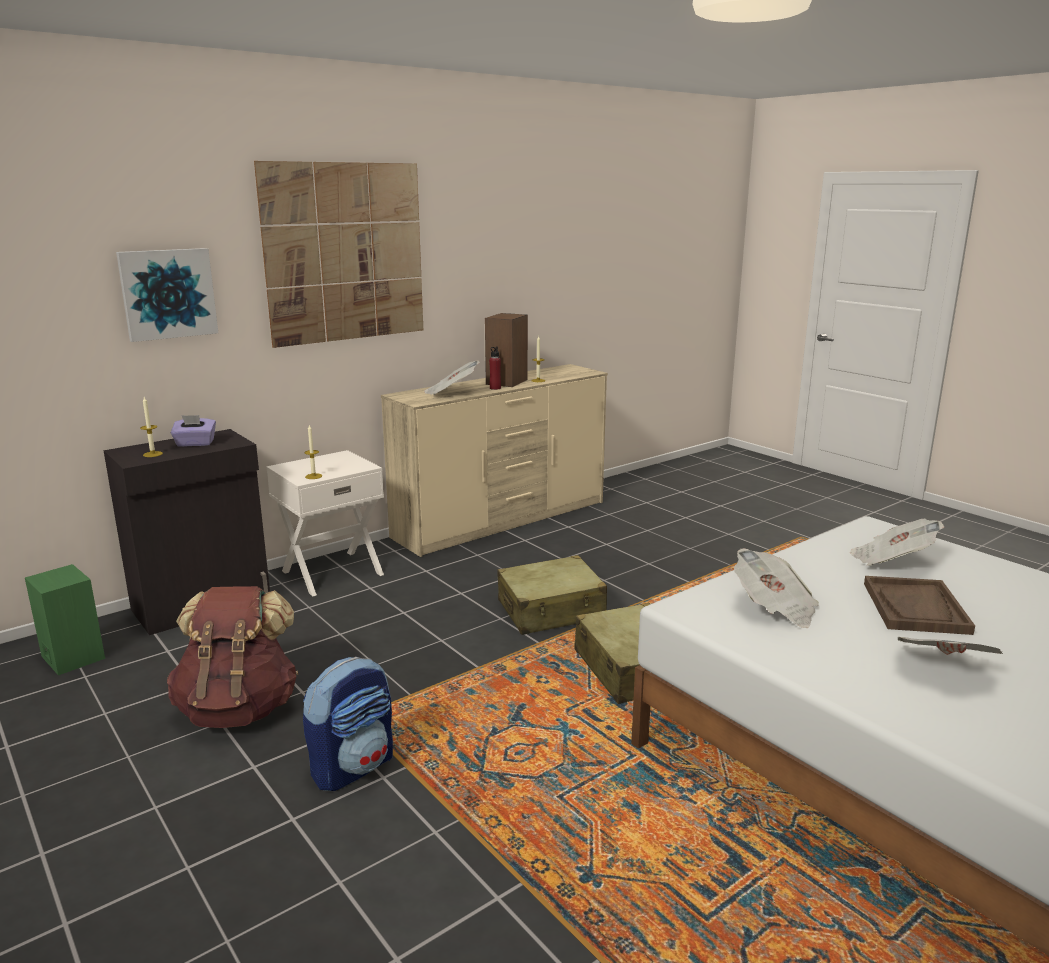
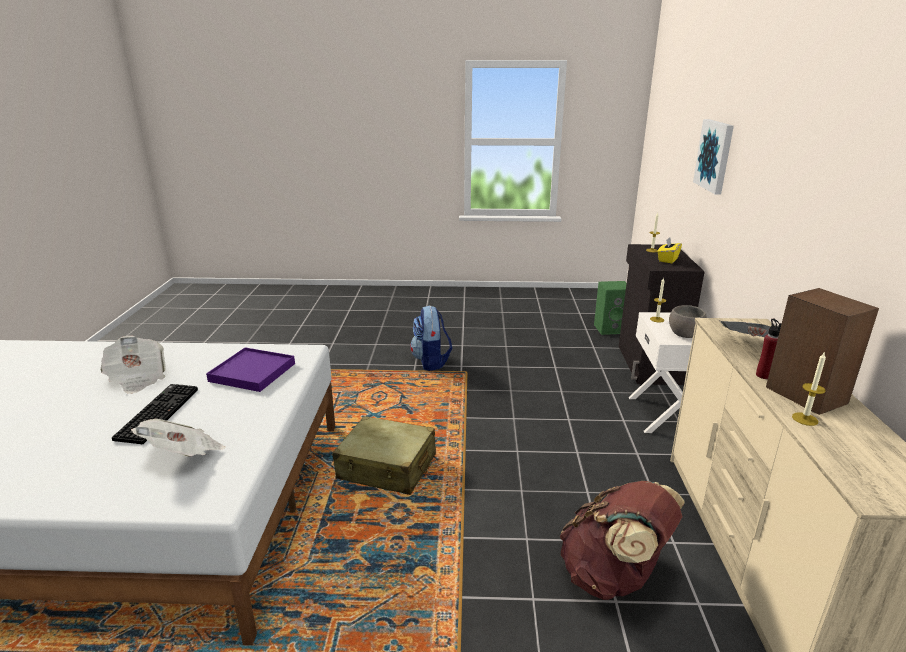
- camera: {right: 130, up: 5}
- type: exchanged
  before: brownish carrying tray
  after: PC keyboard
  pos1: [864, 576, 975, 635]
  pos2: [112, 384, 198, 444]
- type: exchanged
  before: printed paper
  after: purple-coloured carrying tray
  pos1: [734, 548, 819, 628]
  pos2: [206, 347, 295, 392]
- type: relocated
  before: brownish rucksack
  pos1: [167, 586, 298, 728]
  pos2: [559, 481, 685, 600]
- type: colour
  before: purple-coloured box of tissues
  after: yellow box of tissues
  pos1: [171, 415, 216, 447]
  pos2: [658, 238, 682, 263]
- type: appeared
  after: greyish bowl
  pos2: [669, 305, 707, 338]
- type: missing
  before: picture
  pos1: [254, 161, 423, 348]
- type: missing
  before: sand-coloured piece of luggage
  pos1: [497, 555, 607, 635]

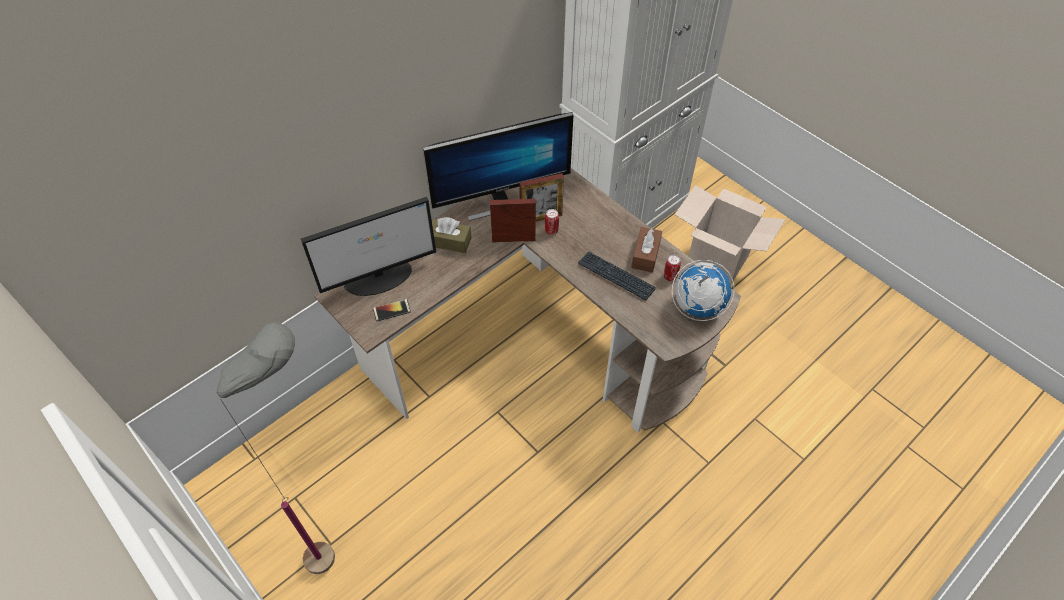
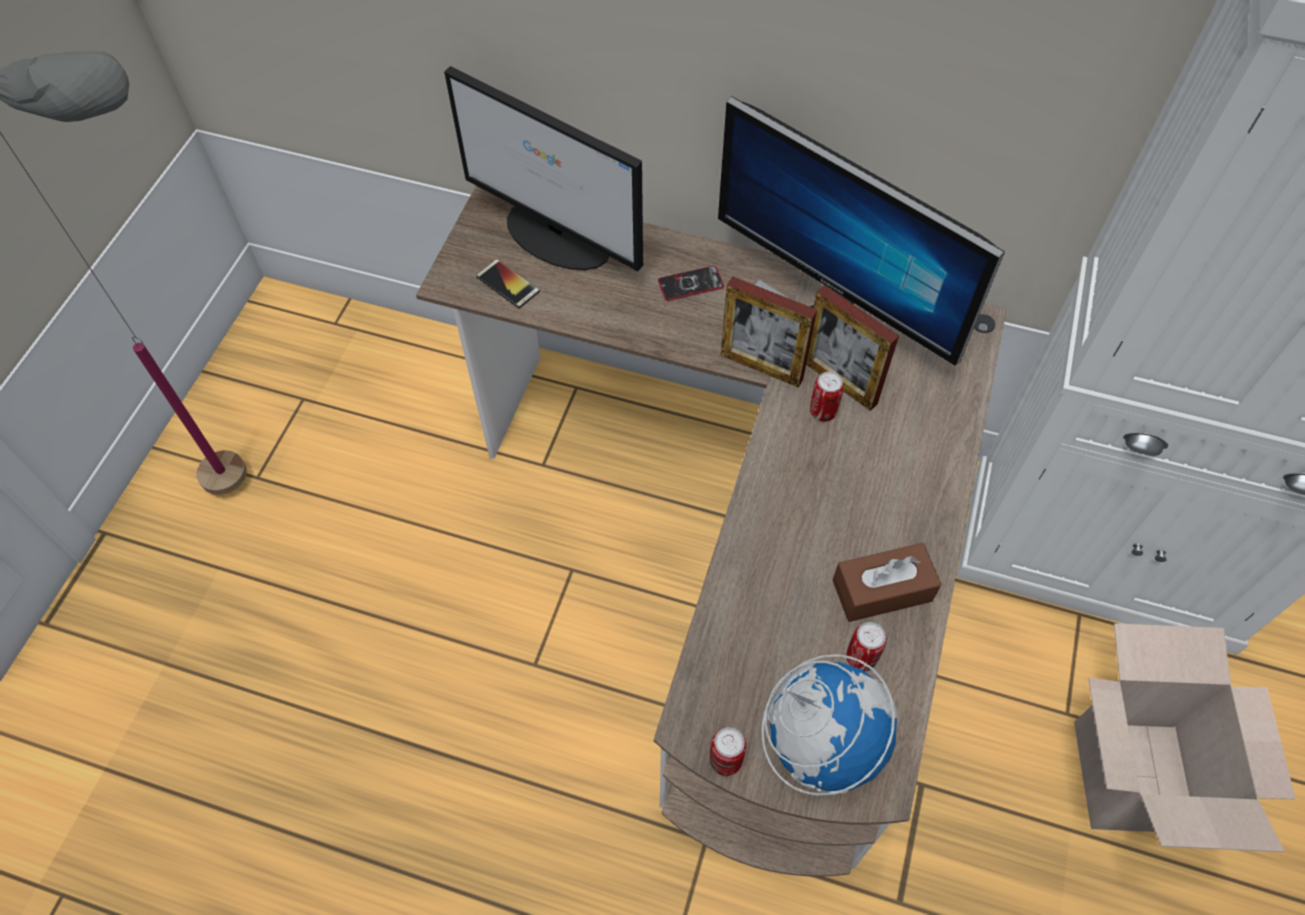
- camera: {right: 60, up: 5}
- type: exchanged
  before: brownish box of tissues
  after: phone
  pos1: [432, 217, 472, 253]
  pos2: [658, 266, 724, 301]
- type: appeared
  after: sealed can
  pos2: [710, 727, 746, 776]
- type: spun
  before: photo frame
  pos1: [490, 199, 536, 243]
  pos2: [721, 276, 817, 388]
  turn: 150
- type: missing
  before: PC keyboard
  pos1: [578, 251, 656, 301]

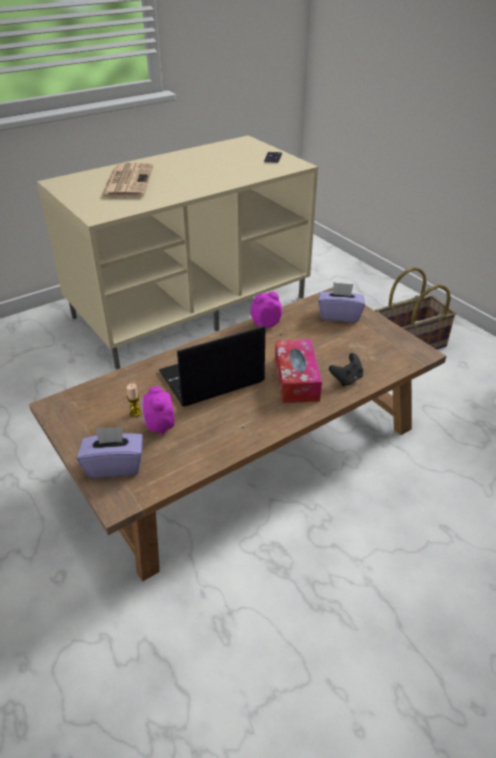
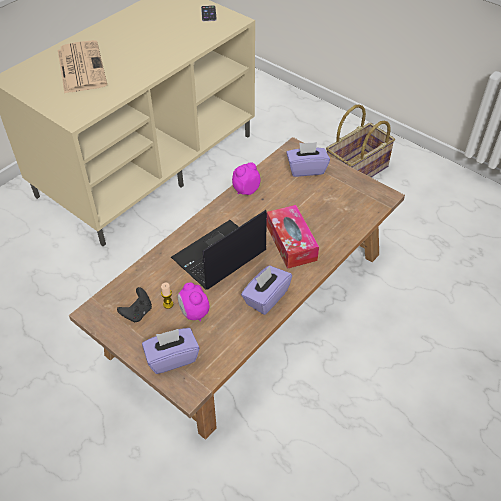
- camera: {right: -15, up: 10}
- type: relocated
  before: black joypad
  pos1: [329, 353, 363, 387]
  pos2: [117, 287, 152, 322]
- type: appeared
  after: purple-coloured box of tissues
  pos2: [241, 265, 292, 315]

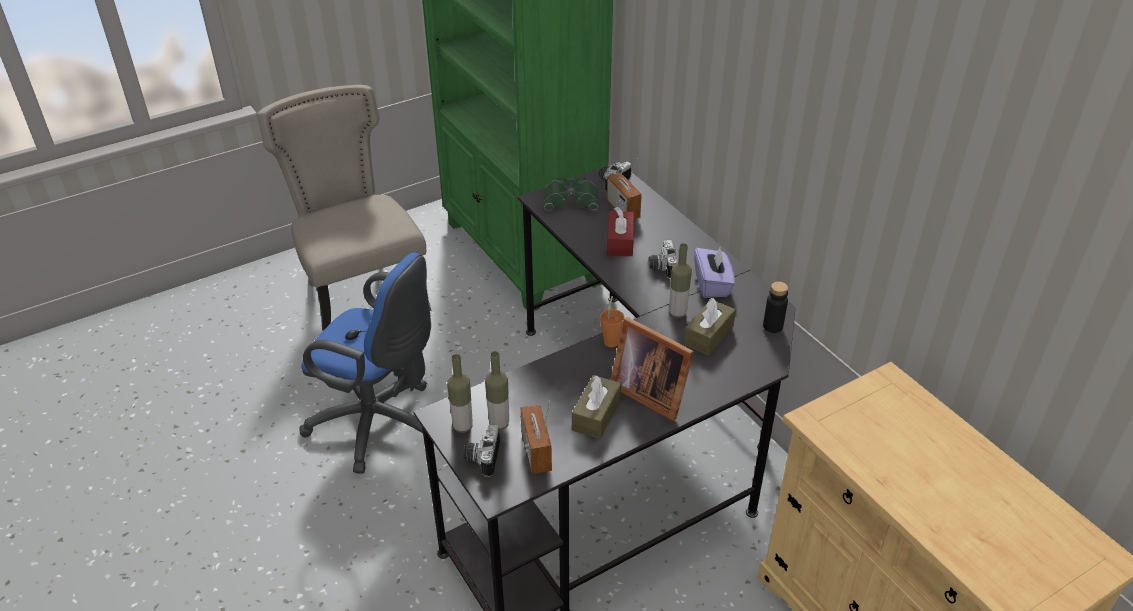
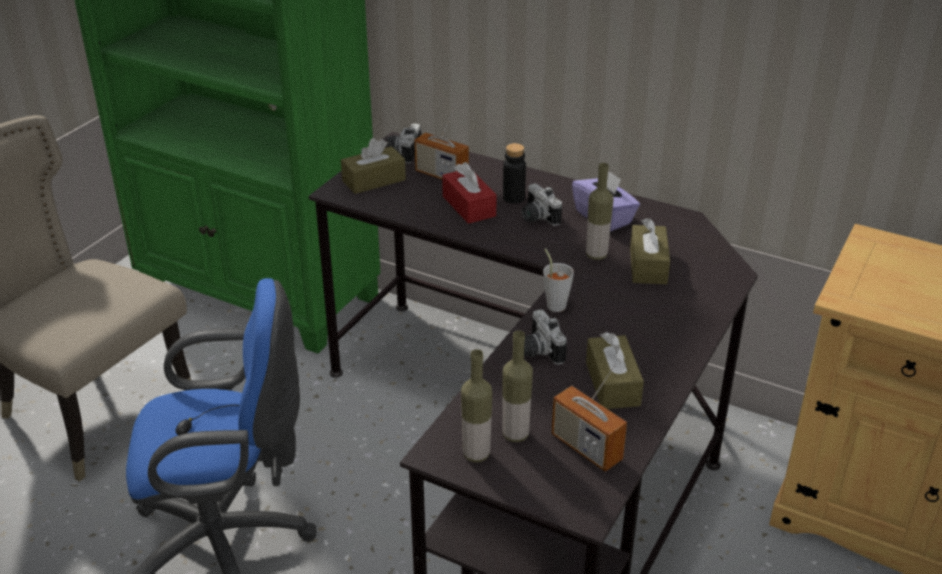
- camera: {right: -30, up: -5}
- type: exchanged
  before: greenish field glasses
  after: brownish box of tissues
  pos1: [544, 177, 599, 211]
  pos2: [341, 138, 406, 194]
- type: relocated
  before: black bottle
  pos1: [763, 282, 788, 333]
  pos2: [503, 143, 526, 204]
- type: relocated
  before: photo camera
  pos1: [463, 424, 500, 477]
  pos2: [524, 309, 567, 365]
- type: colour
  before: orangey small cup
  after: greyish small cup
  pos1: [600, 296, 625, 348]
  pos2: [543, 248, 574, 312]
- type: missing
  before: photo frame
  pos1: [610, 317, 694, 421]

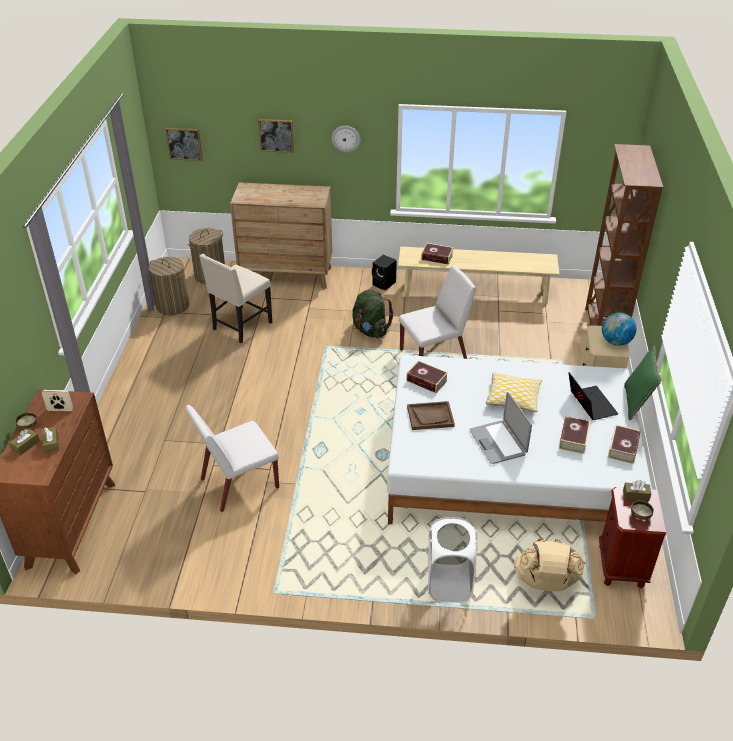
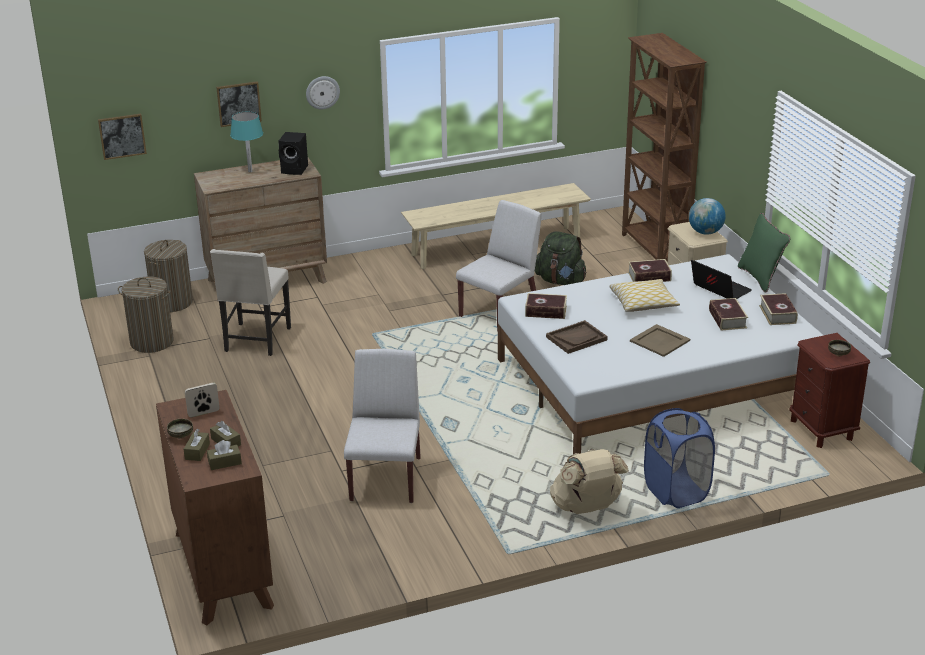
- camera: {right: -25, up: -10}
- type: relocated
  before: brownish box of tissues
  pos1: [623, 480, 651, 501]
  pos2: [207, 440, 242, 470]
- type: appeared
  after: turquoise-coloured table lamp
  pos2: [230, 112, 263, 172]
- type: relocated
  before: black speaker
  pos1: [372, 255, 397, 290]
  pos2: [278, 132, 308, 175]
- type: spun
  before: white chair
  pos1: [186, 405, 279, 512]
  pos2: [344, 349, 421, 503]
  turn: 150
- type: relocated
  before: greenish rucksack
  pos1: [353, 290, 394, 338]
  pos2: [535, 231, 586, 285]
- type: relocated
  before: sand-coloured rucksack
  pos1: [514, 539, 584, 592]
  pos2: [550, 449, 629, 514]
- type: relocated
  before: volume
  pos1: [421, 243, 454, 265]
  pos2: [628, 259, 672, 282]
- type: exchanged
  before: notebook computer
  after: sand-coloured carrying tray
  pos1: [469, 392, 532, 464]
  pos2: [630, 324, 690, 357]
- type: colour
  before: white washing basket
  after: blue-coloured washing basket
  pos1: [428, 517, 477, 603]
  pos2: [644, 408, 715, 508]

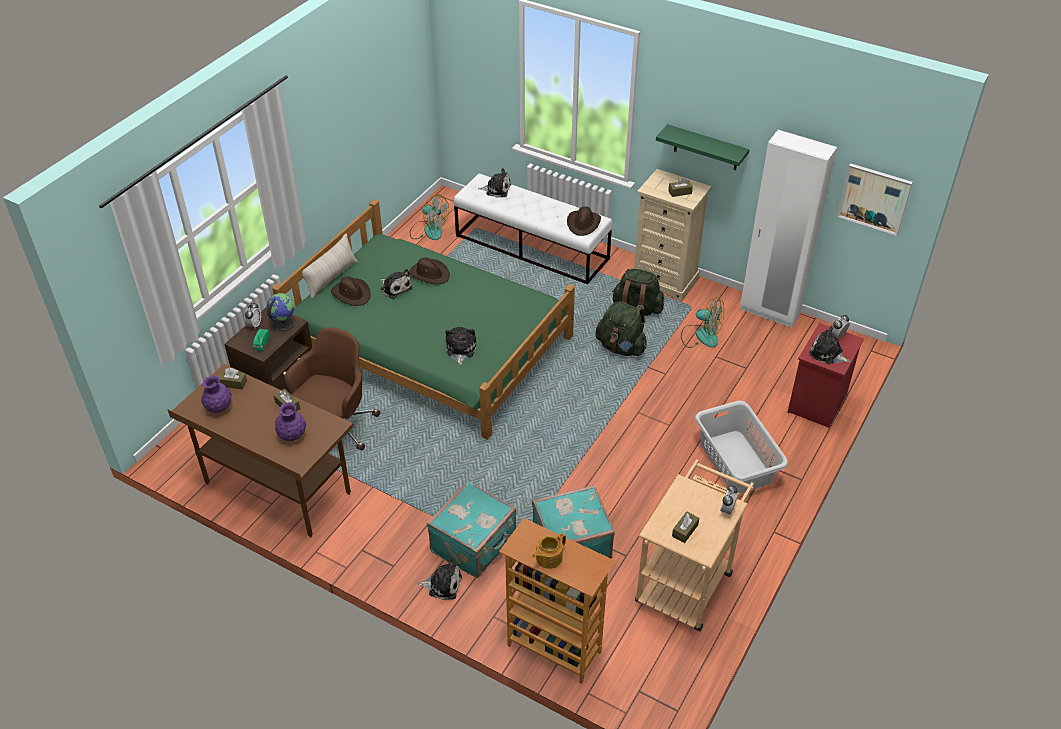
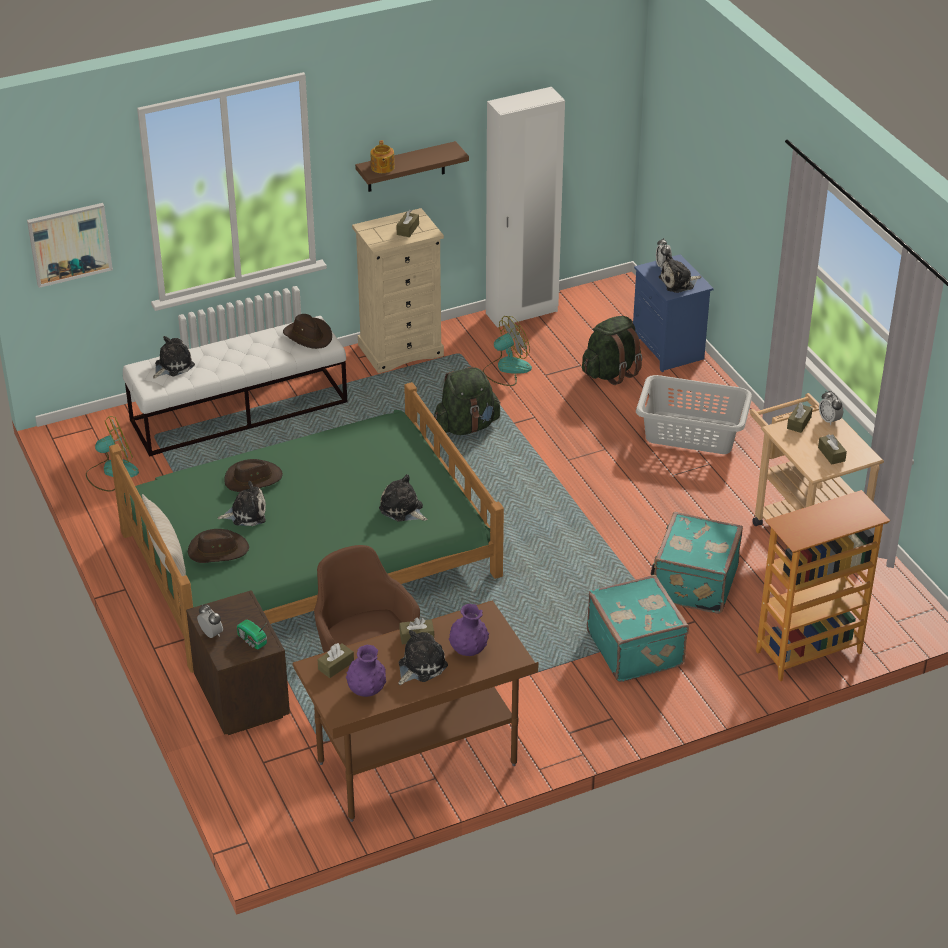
- camera: {right: -55, up: -5}
- type: relocated
  before: picture
  pos1: [837, 163, 913, 236]
  pos2: [27, 203, 113, 288]
- type: colour
  before: greenish shelf
  after: brownish shelf
  pos1: [656, 124, 750, 170]
  pos2: [355, 141, 469, 192]
- type: relocated
  before: tea pot
  pos1: [532, 533, 566, 569]
  pos2: [370, 140, 395, 173]
- type: relocated
  before: plush toy
  pos1: [418, 558, 462, 600]
  pos2: [398, 630, 448, 685]
- type: relocated
  before: greenish rucksack
  pos1: [612, 269, 664, 316]
  pos2: [582, 316, 642, 385]
- type: colour
  before: red night table
  after: blue-coloured night table
  pos1: [787, 323, 864, 428]
  pos2: [633, 254, 714, 372]
- type: appeared
  after: brownish box of tissues
  pos2: [787, 402, 813, 433]
- type: missing
  before: globe
  pos1: [267, 293, 295, 331]

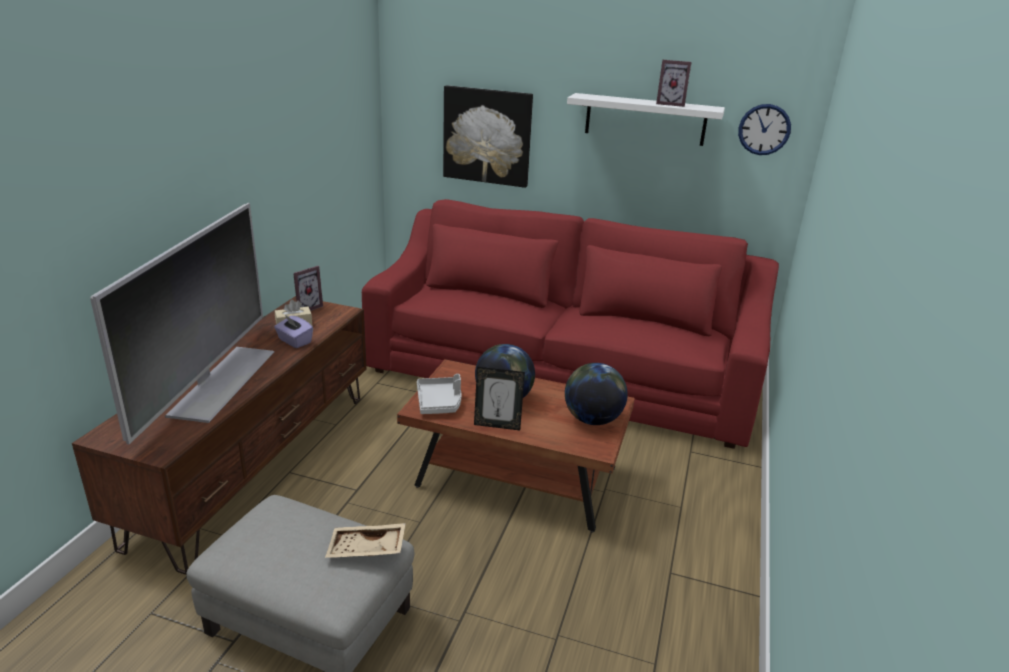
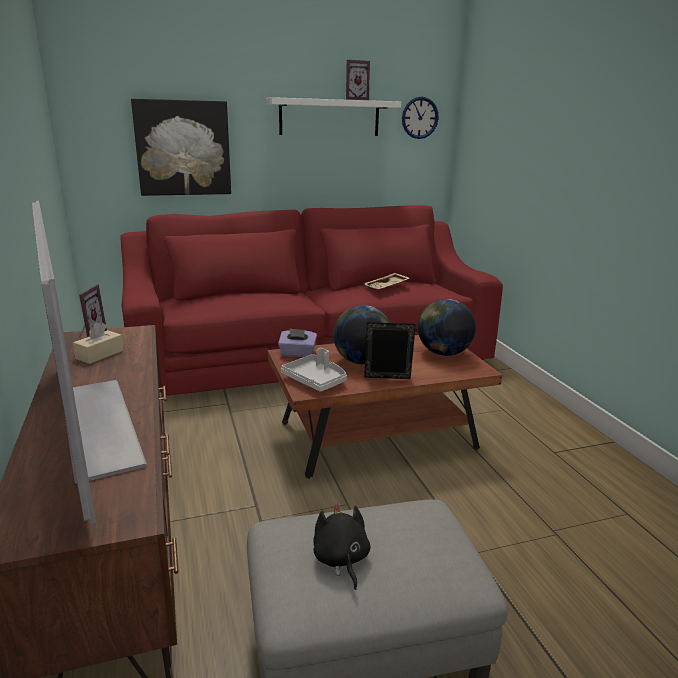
- camera: {right: -35, up: -5}
- type: relocated
  before: purple-coloured box of tissues
  pos1: [274, 315, 313, 348]
  pos2: [278, 328, 317, 357]
- type: appeared
  after: black plush toy
  pos2: [314, 503, 370, 590]
- type: relocated
  before: sand-coloured carrying tray
  pos1: [325, 523, 406, 558]
  pos2: [364, 273, 410, 290]
- type: spun
  before: photo frame
  pos1: [474, 367, 525, 431]
  pos2: [364, 322, 416, 379]
  turn: -150

